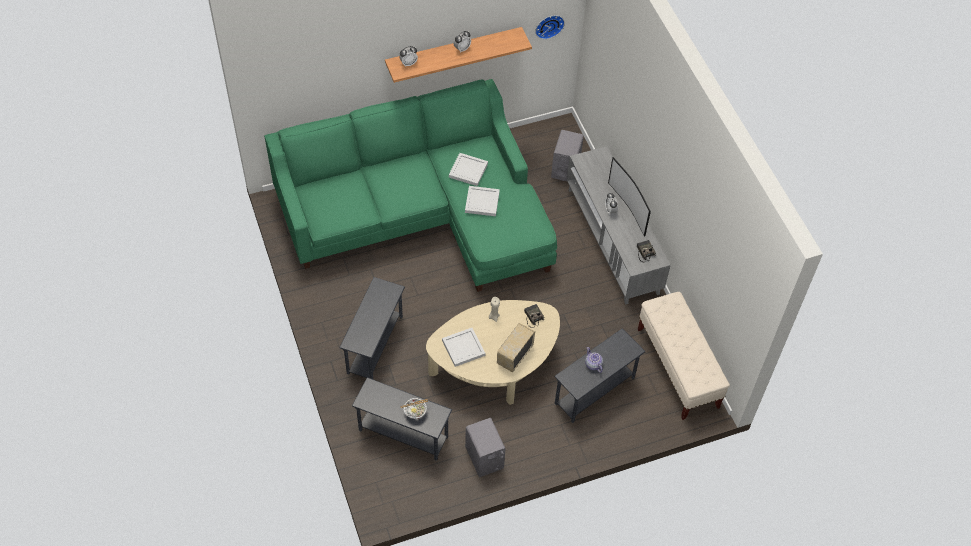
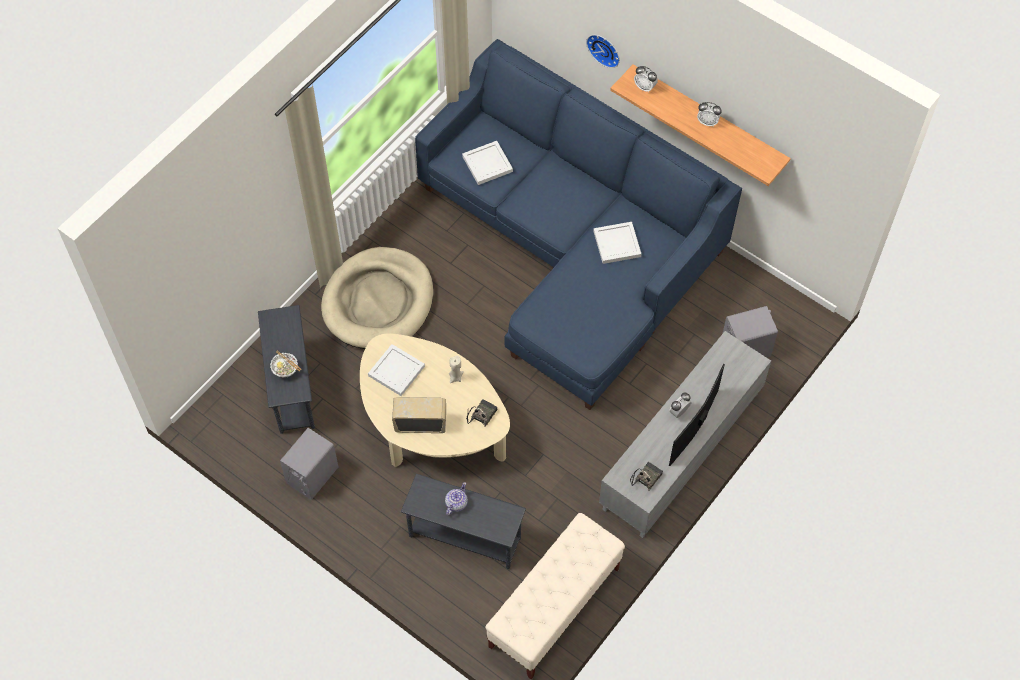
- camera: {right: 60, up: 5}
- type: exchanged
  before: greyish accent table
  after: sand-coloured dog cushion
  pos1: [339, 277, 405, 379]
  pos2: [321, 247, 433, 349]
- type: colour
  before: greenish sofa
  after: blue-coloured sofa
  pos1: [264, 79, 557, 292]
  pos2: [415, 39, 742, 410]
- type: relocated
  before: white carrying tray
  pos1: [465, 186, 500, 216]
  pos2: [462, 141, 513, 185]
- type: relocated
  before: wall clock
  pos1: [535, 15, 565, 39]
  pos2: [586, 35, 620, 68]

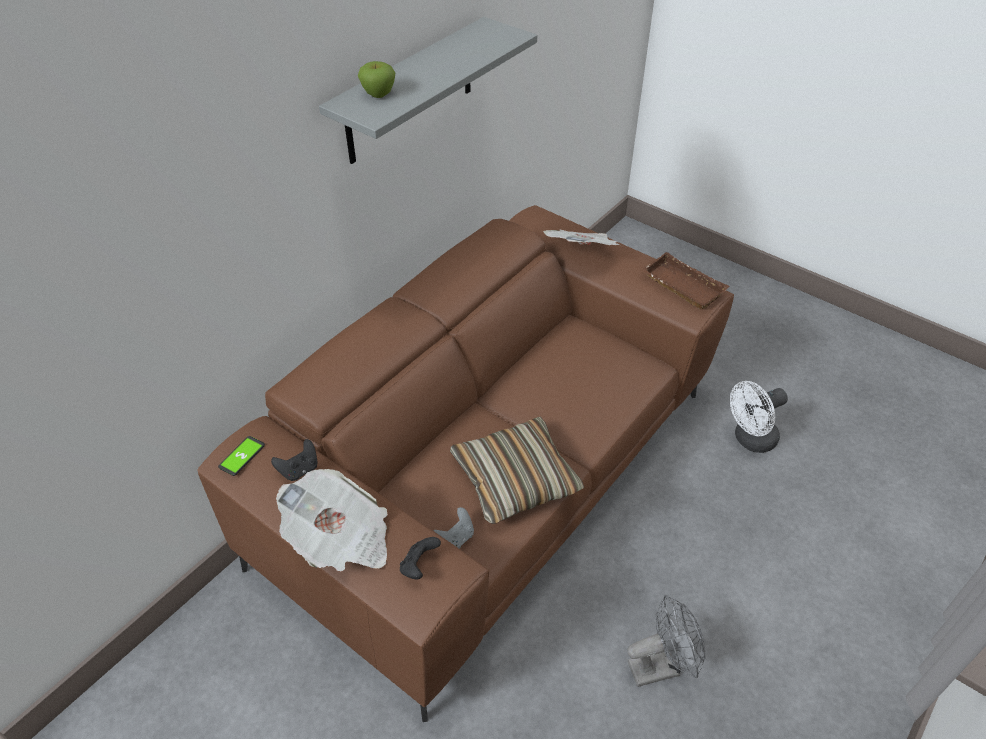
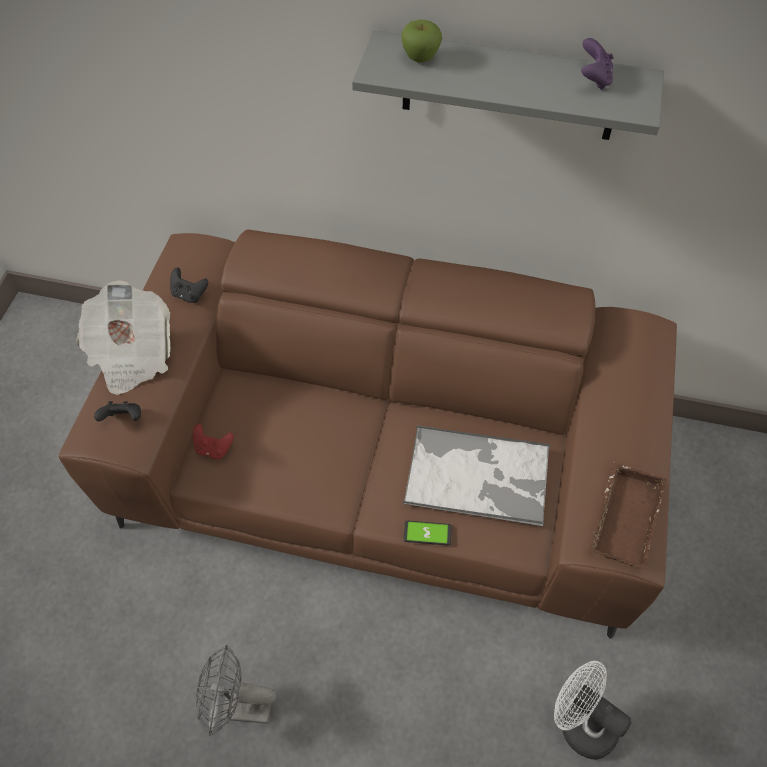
- camera: {right: 65, up: 10}
- type: colour
  before: greyish joypad
  after: red joypad
  pos1: [433, 507, 474, 548]
  pos2: [193, 424, 234, 459]
- type: spun
  before: greyish electric fan
  pos1: [628, 595, 706, 687]
  pos2: [195, 644, 276, 736]
  turn: 135
- type: appeared
  after: carrying tray
  pos2: [403, 426, 550, 526]
- type: relocated
  before: phone
  pos1: [218, 436, 265, 476]
  pos2: [403, 521, 452, 545]
- type: appeared
  after: purple-coloured joypad
  pos2: [581, 38, 614, 90]
- type: missing
  before: throw pillow
  pos1: [450, 416, 584, 524]
- type: missing
  before: printed paper
  pos1: [544, 230, 619, 245]

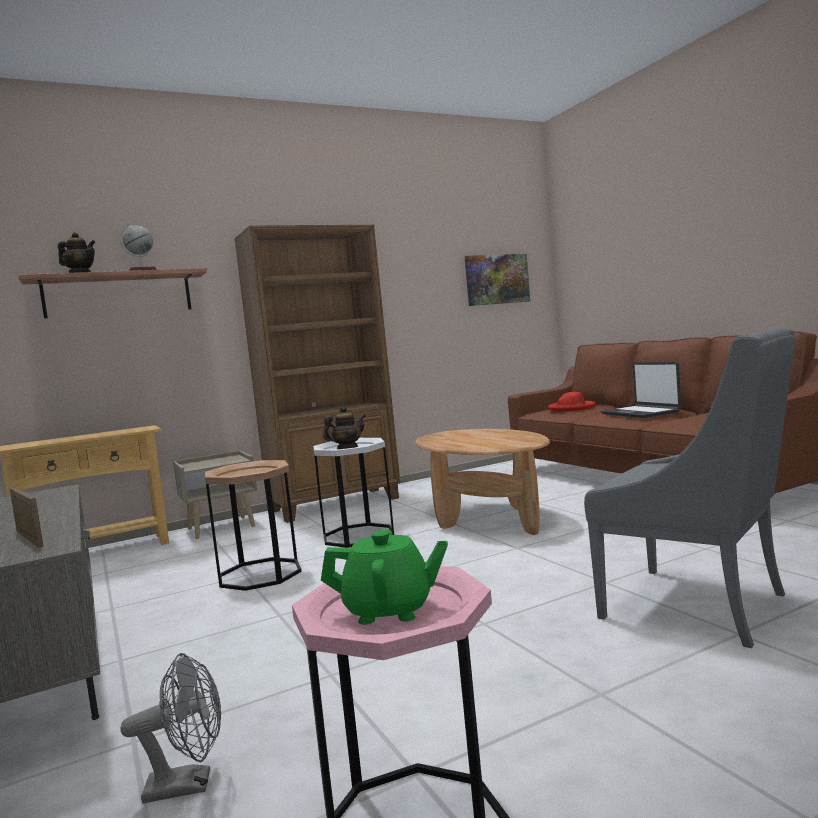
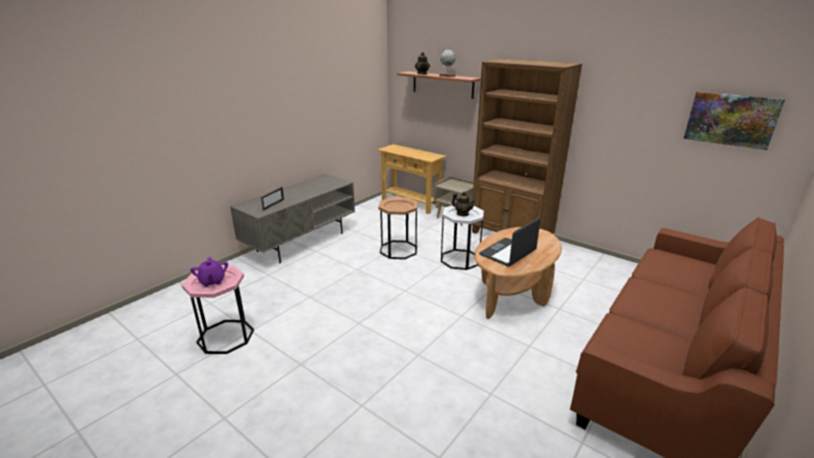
- camera: {right: 65, up: 20}
- type: colour
  before: greenish tea pot
  after: purple-coloured tea pot
  pos1: [321, 530, 448, 625]
  pos2: [190, 257, 228, 287]
- type: relocated
  before: notebook computer
  pos1: [601, 362, 681, 418]
  pos2: [479, 217, 541, 266]
- type: missing
  before: greyish electric fan
  pos1: [120, 653, 221, 803]
- type: missing
  before: red hat
  pos1: [548, 392, 596, 411]
- type: missing
  before: greyish armchair
  pos1: [584, 328, 795, 648]

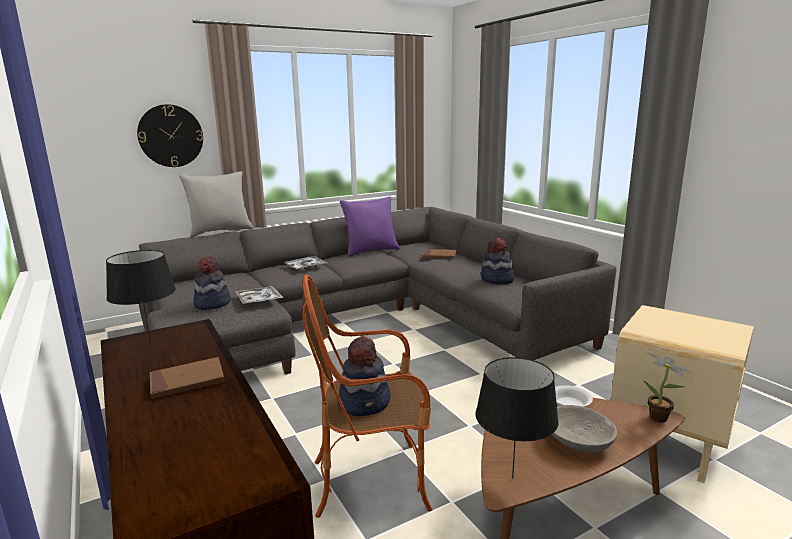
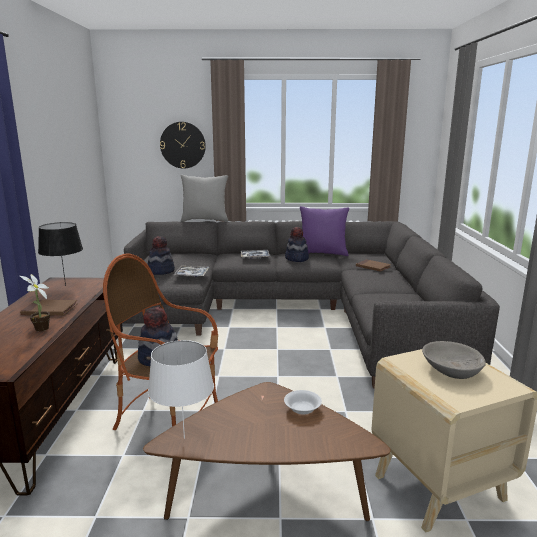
- camera: {right: 30, up: 0}
- type: relocated
  before: potted plant
  pos1: [643, 352, 692, 423]
  pos2: [20, 274, 50, 331]
- type: colour
  before: black table lamp
  after: white table lamp
  pos1: [476, 357, 559, 478]
  pos2: [148, 340, 214, 439]
- type: relocated
  before: hat
  pos1: [481, 237, 514, 284]
  pos2: [285, 227, 309, 262]
- type: relocated
  before: greyish bowl
  pos1: [552, 405, 617, 453]
  pos2: [422, 341, 486, 379]

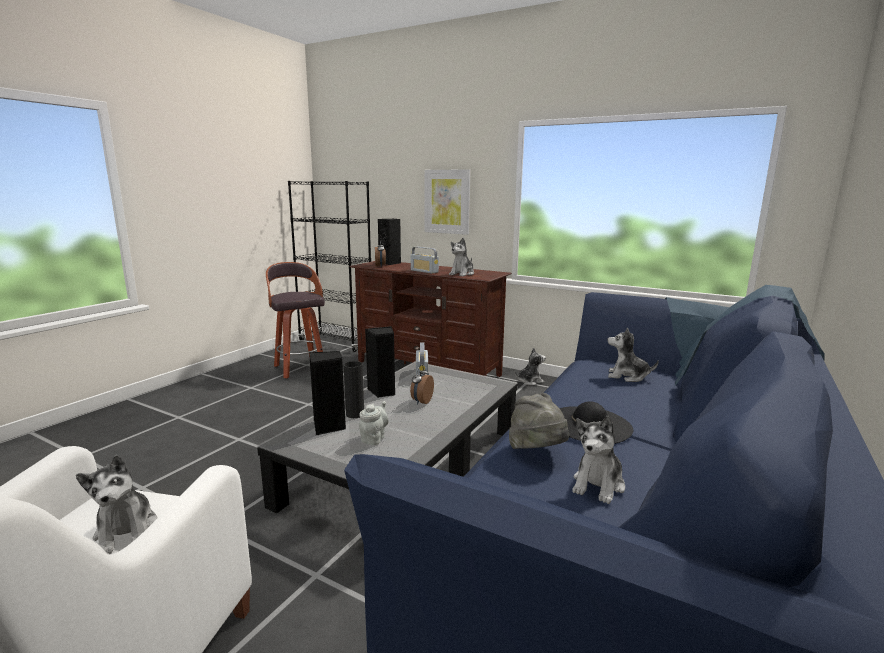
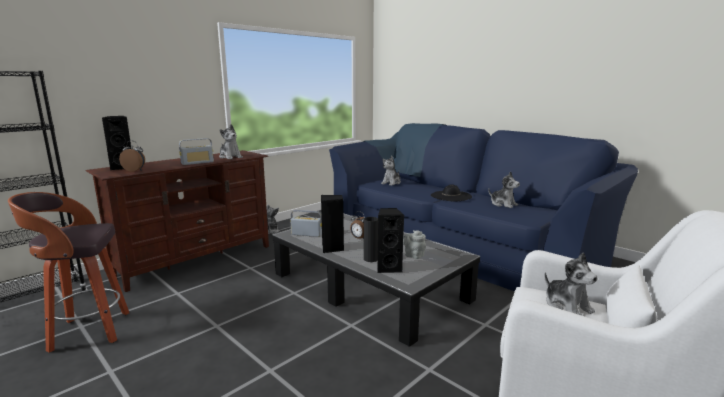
- camera: {right: -75, up: 0}
- type: spun
  before: plush toy
  pos1: [76, 455, 158, 554]
  pos2: [545, 252, 598, 316]
  turn: 75
- type: missing
  before: picture
  pos1: [424, 169, 471, 235]
- type: missing
  before: greyish hat
  pos1: [509, 393, 569, 449]

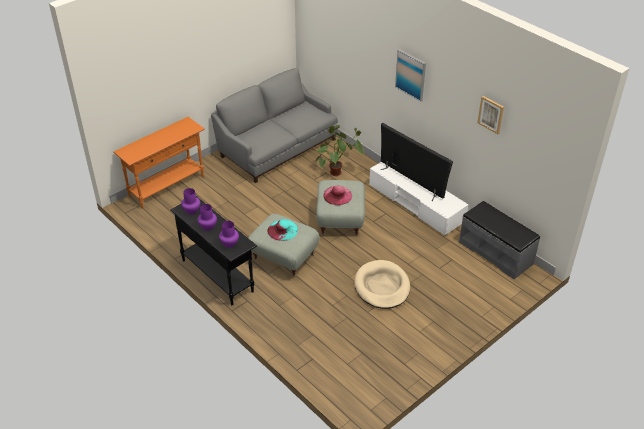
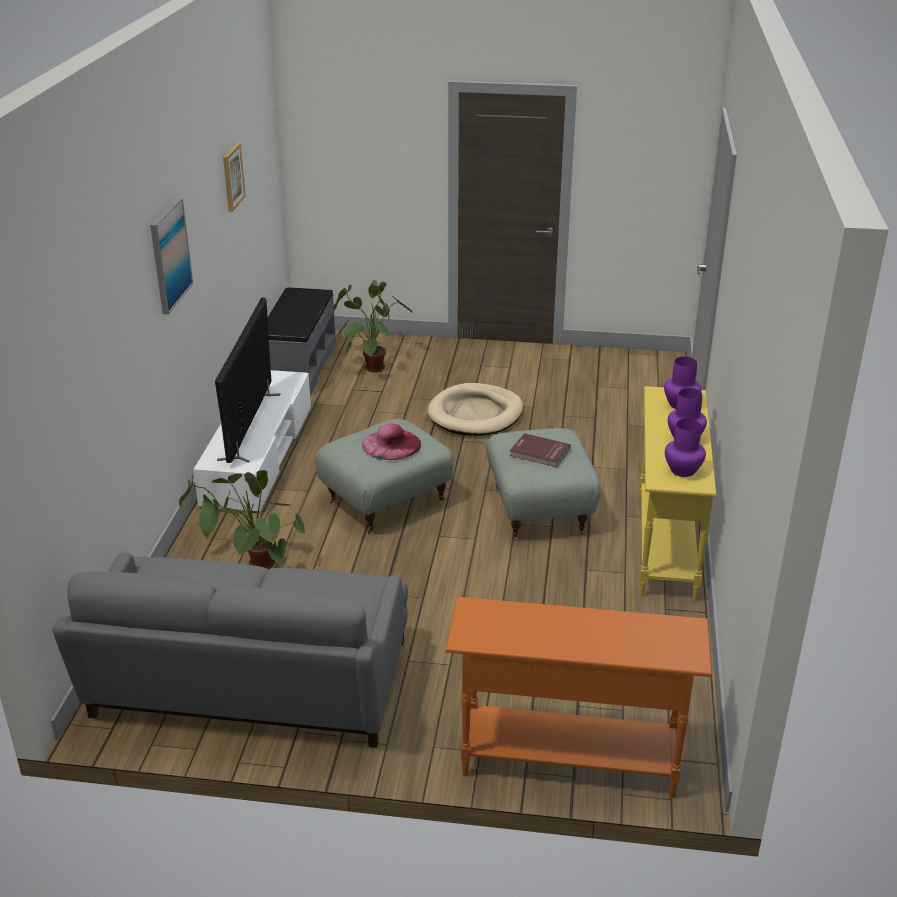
- camera: {right: -130, up: -10}
- type: appeared
  after: potted plant
  pos2: [332, 280, 414, 372]
- type: exchanged
  before: turquoise-coloured hat
  after: red volume
  pos1: [267, 219, 298, 241]
  pos2: [510, 433, 571, 467]
- type: colour
  before: black narrow table
  after: yellow narrow table
  pos1: [170, 196, 257, 305]
  pos2: [639, 386, 717, 601]

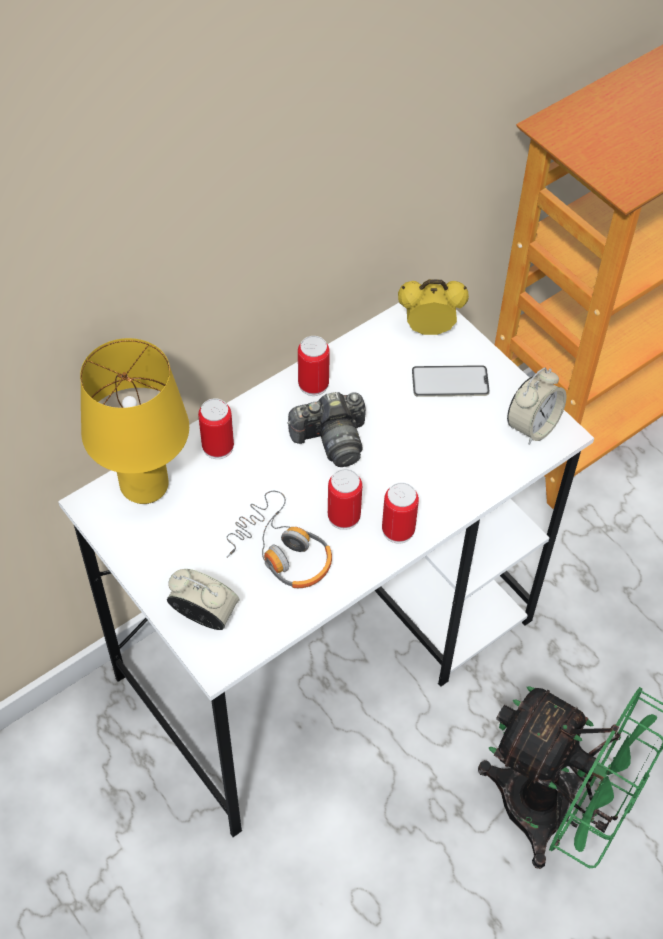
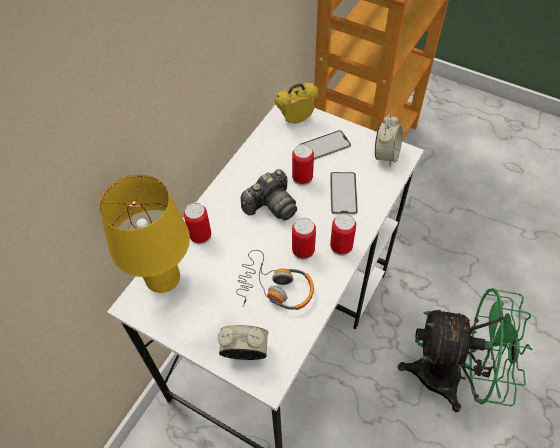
- camera: {right: -20, up: 0}
- type: relocated
  before: sealed can
  pos1: [298, 336, 330, 396]
  pos2: [292, 144, 314, 186]
- type: appeared
  after: phone
  pos2: [330, 172, 358, 214]

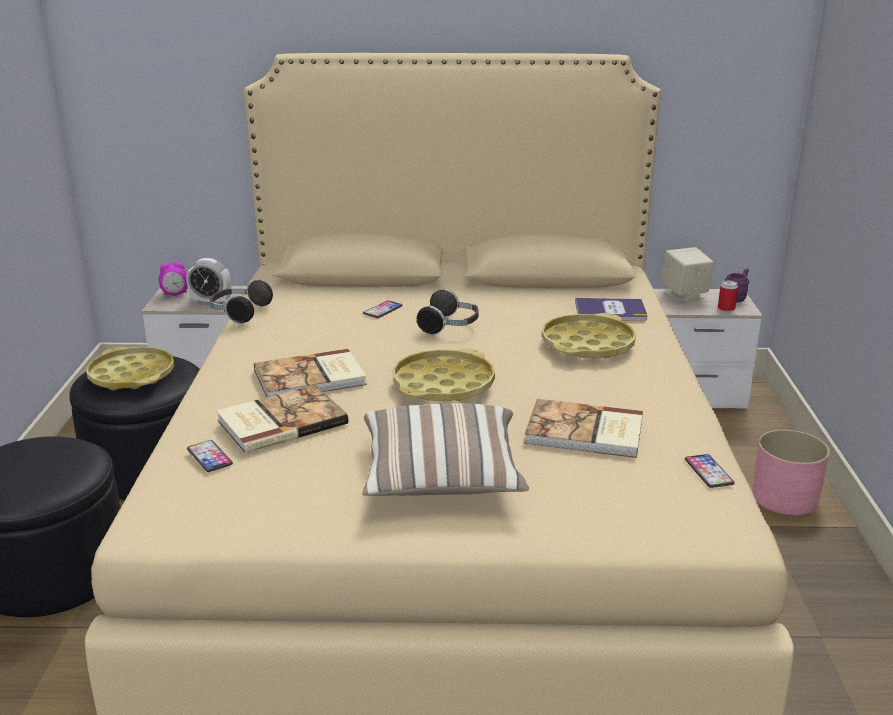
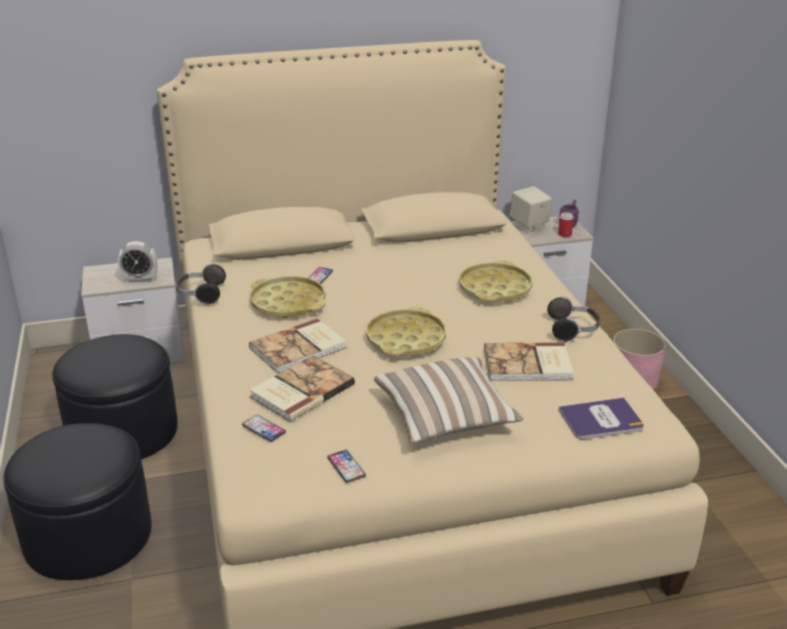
- camera: {right: -15, up: 5}
- type: relocated
  before: yellow carrying tray
  pos1: [87, 347, 174, 390]
  pos2: [250, 276, 326, 319]
- type: relocated
  before: phone
  pos1: [685, 454, 735, 488]
  pos2: [327, 450, 366, 483]
- type: relocated
  before: pair of headphones
  pos1: [417, 289, 479, 336]
  pos2: [547, 296, 600, 342]
- type: relocated
  before: volume
  pos1: [575, 298, 648, 321]
  pos2: [558, 398, 644, 440]
- type: missing
  before: alarm clock
  pos1: [158, 262, 188, 296]

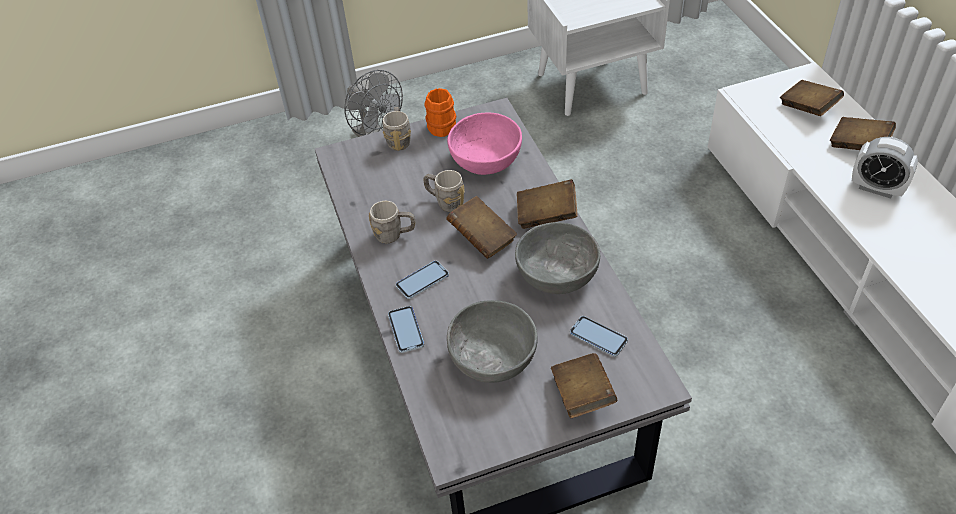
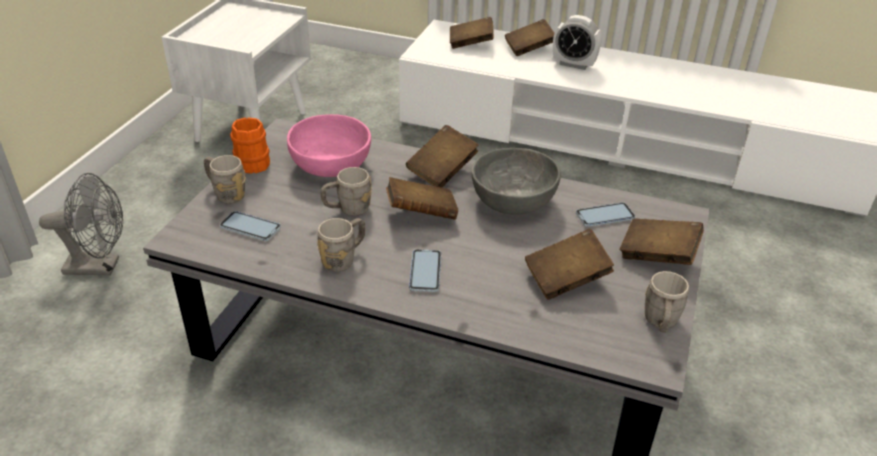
- camera: {right: -55, up: -10}
- type: relocated
  before: phone
  pos1: [388, 306, 424, 353]
  pos2: [220, 211, 281, 241]
- type: exchanged
  before: greyish bowl
  after: brownish volume
  pos1: [447, 300, 538, 383]
  pos2: [525, 229, 614, 300]
- type: spun
  before: alarm clock
  pos1: [852, 137, 918, 198]
  pos2: [553, 15, 602, 70]
  turn: 45
- type: appeared
  after: greyish mug
  pos2: [645, 271, 689, 333]

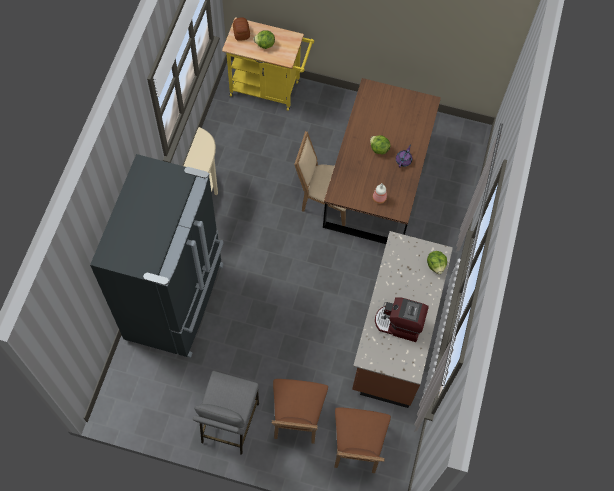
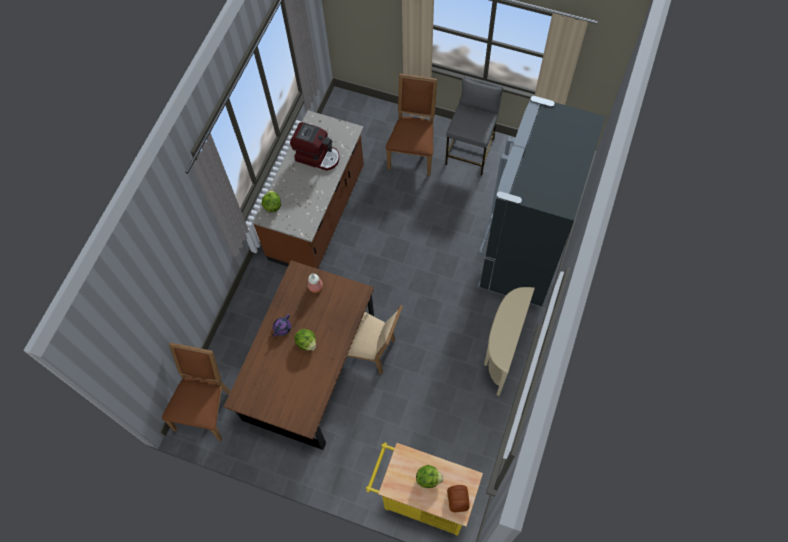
- camera: {right: -170, up: 0}
- type: relocated
  before: brownish chair
  pos1: [334, 408, 391, 473]
  pos2: [162, 342, 231, 441]

